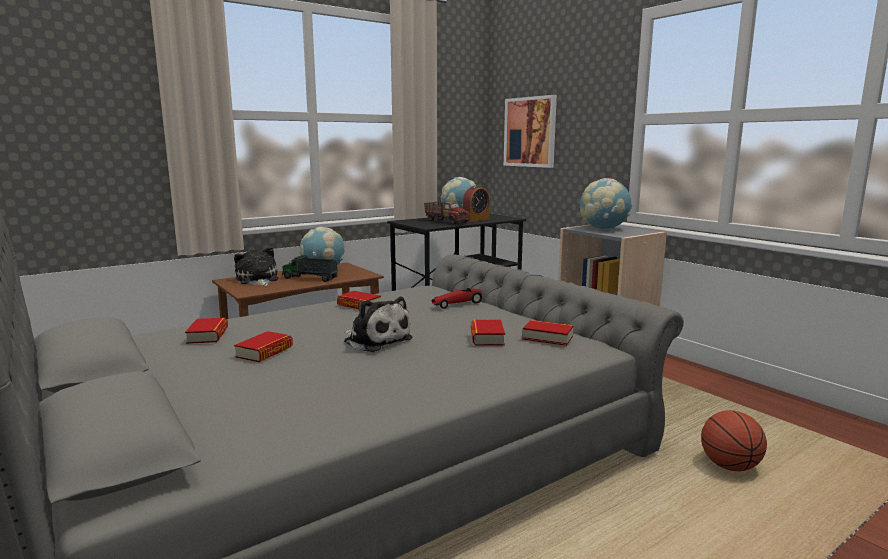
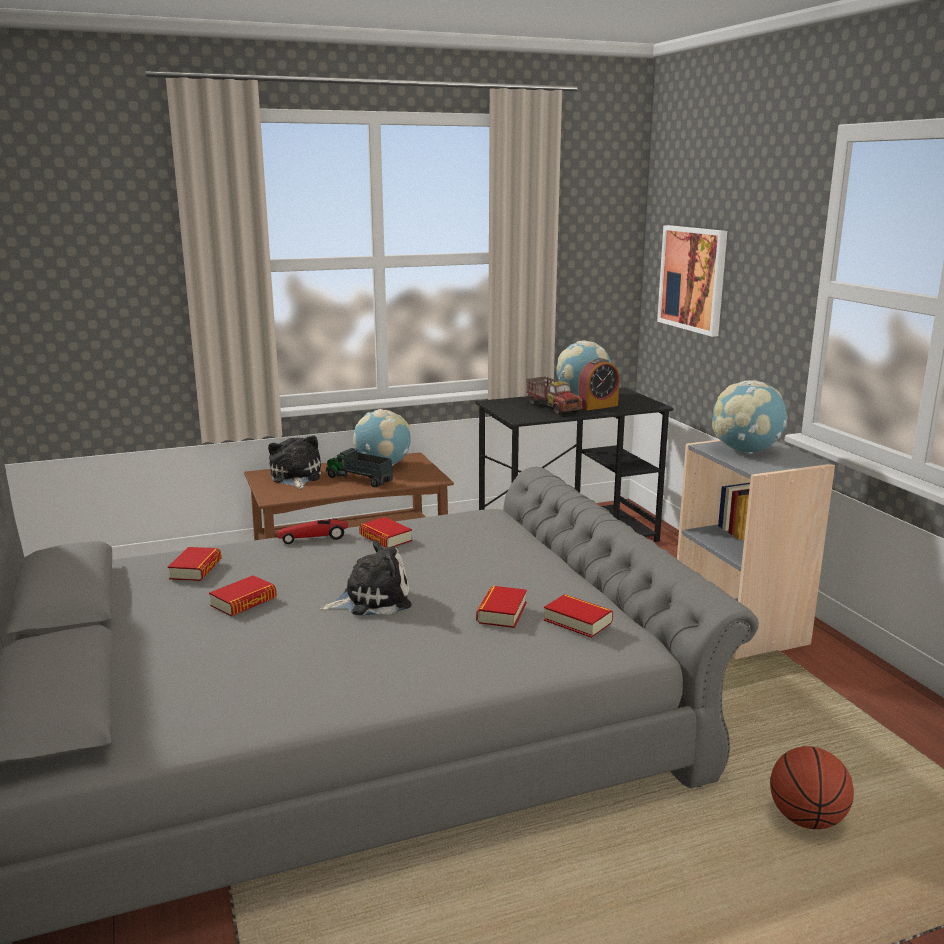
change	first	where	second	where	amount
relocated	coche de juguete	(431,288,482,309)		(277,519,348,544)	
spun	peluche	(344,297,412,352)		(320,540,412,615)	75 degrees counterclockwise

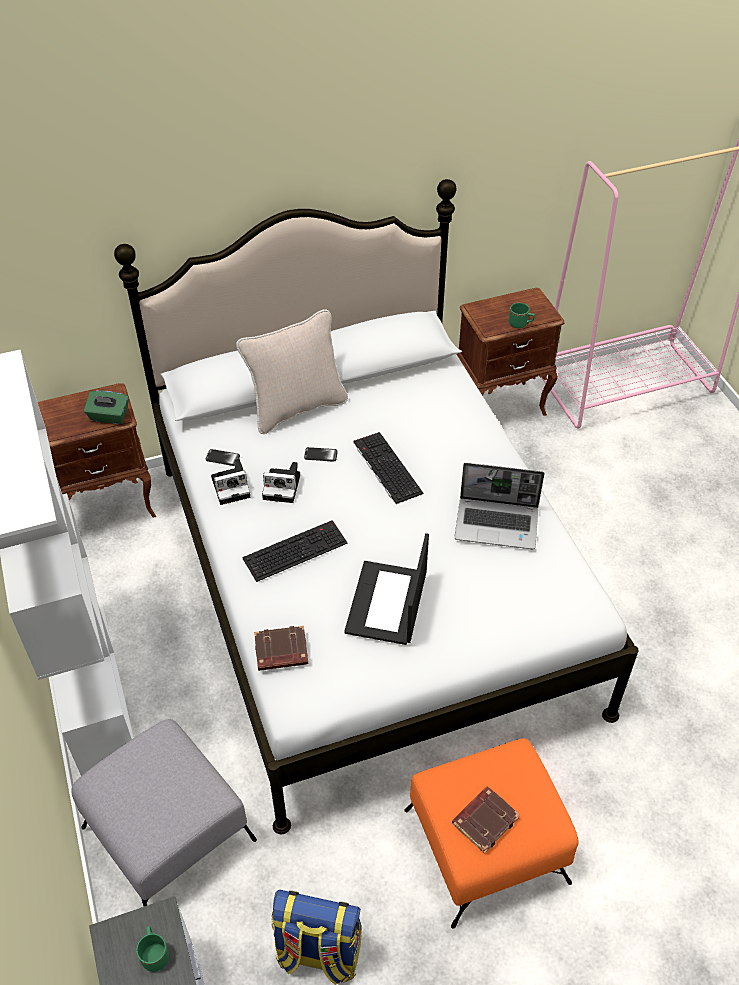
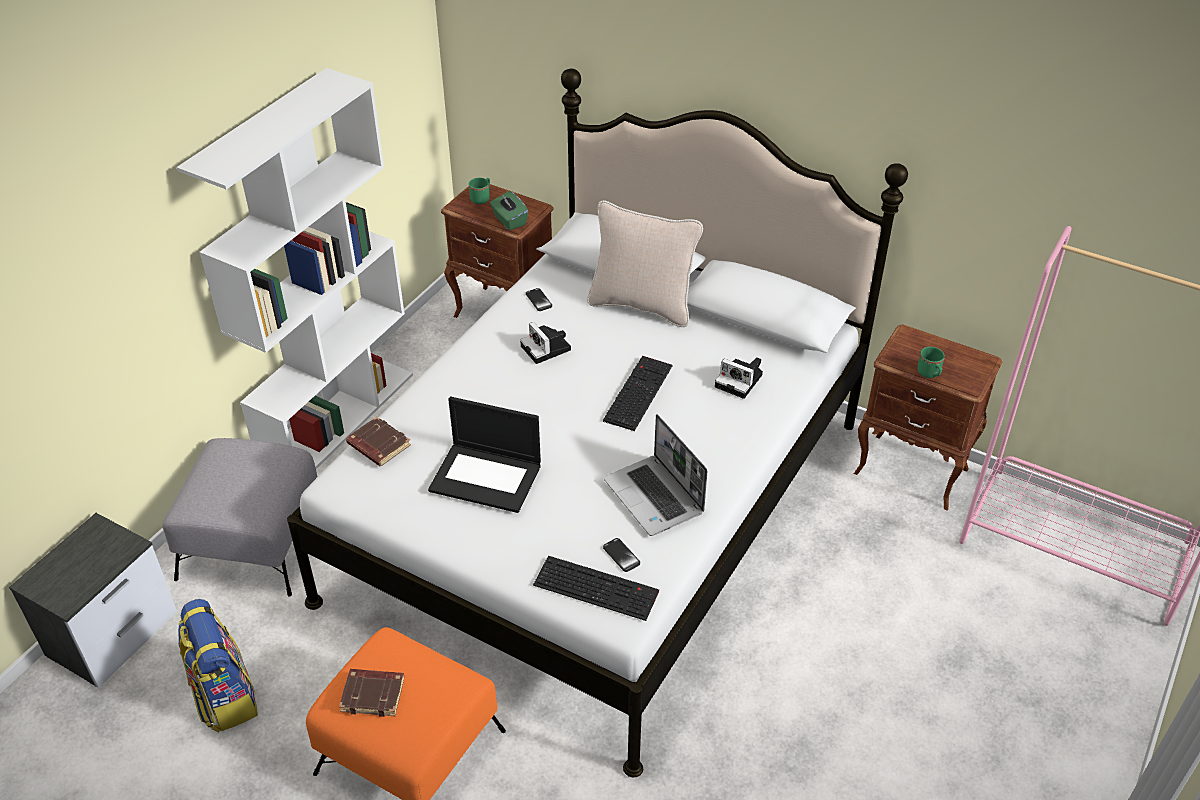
change	first	where	second	where	amount
relocated	taza grande (verde)	(136,926,169,972)		(469,178,490,204)	
relocated	cámara	(211,459,250,505)		(715,357,763,399)	
relocated	teclado	(243,520,347,582)		(533,556,659,621)	
relocated	móvil	(304,447,338,462)		(603,538,640,572)	
spun	portátil	(344,533,429,645)		(428,396,541,513)	135 degrees counterclockwise

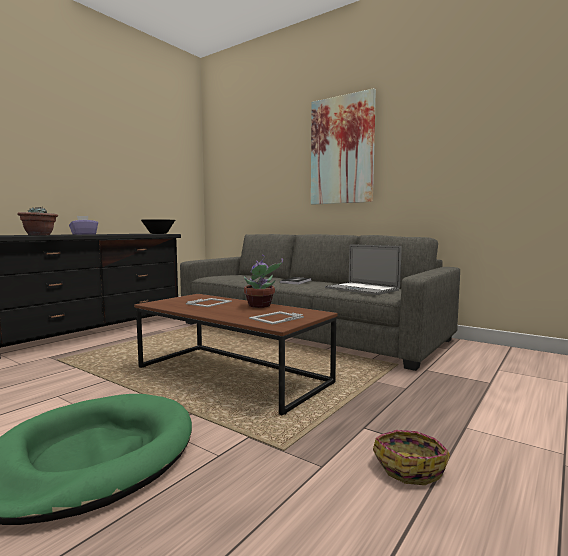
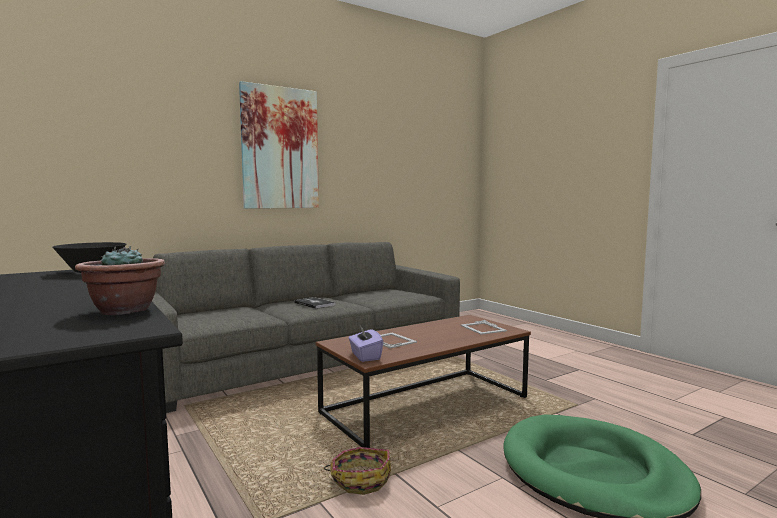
change	first	where	second	where	amount
missing	planta en maceta	(244,255,283,308)			
missing	portátil	(325,244,401,295)			
relocated	caja de pañuelos (morado)	(69,216,98,235)		(348,324,383,362)	
relocated	cesta	(373,430,450,485)		(324,447,391,495)	

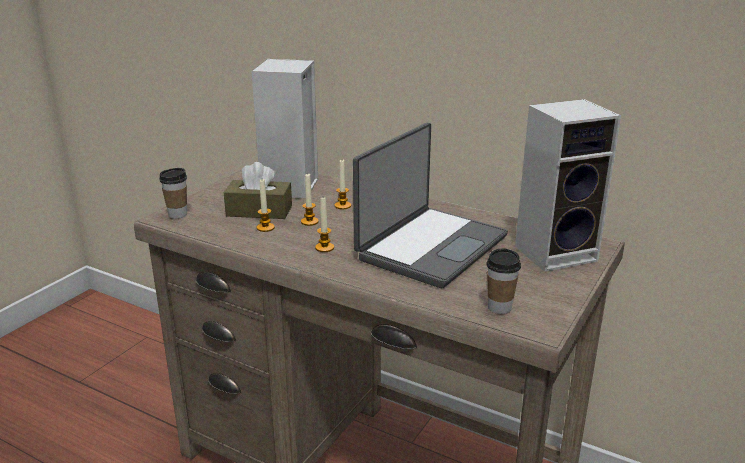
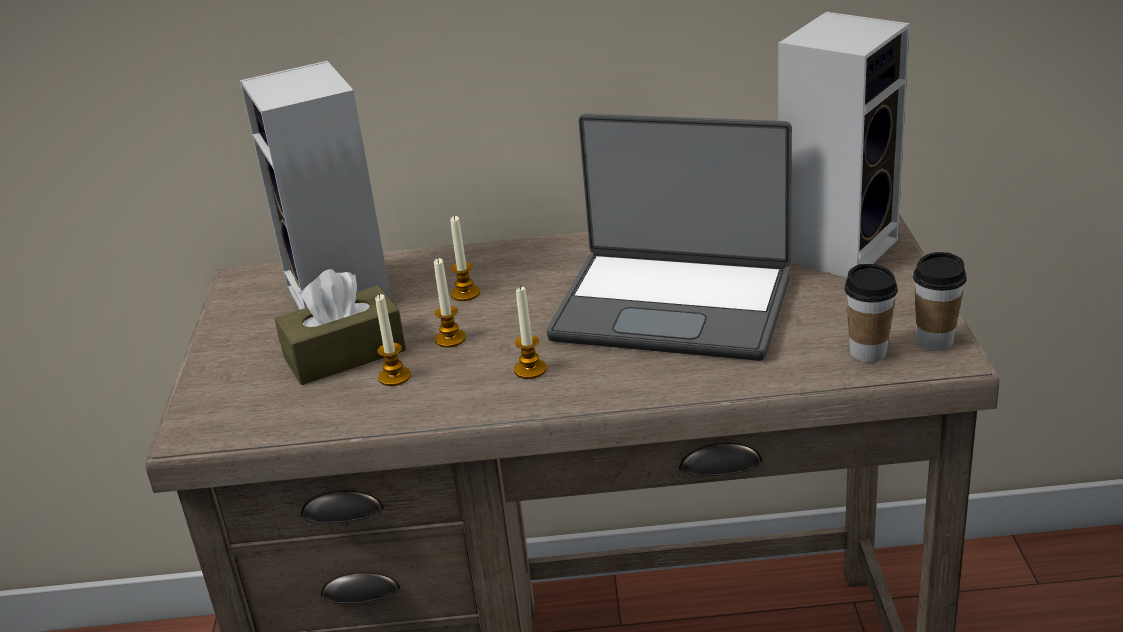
change	first	where	second	where	amount
relocated	taza	(159,168,187,219)		(913,252,967,351)	
spun	portátil	(353,122,508,288)		(546,113,792,361)	105 degrees clockwise

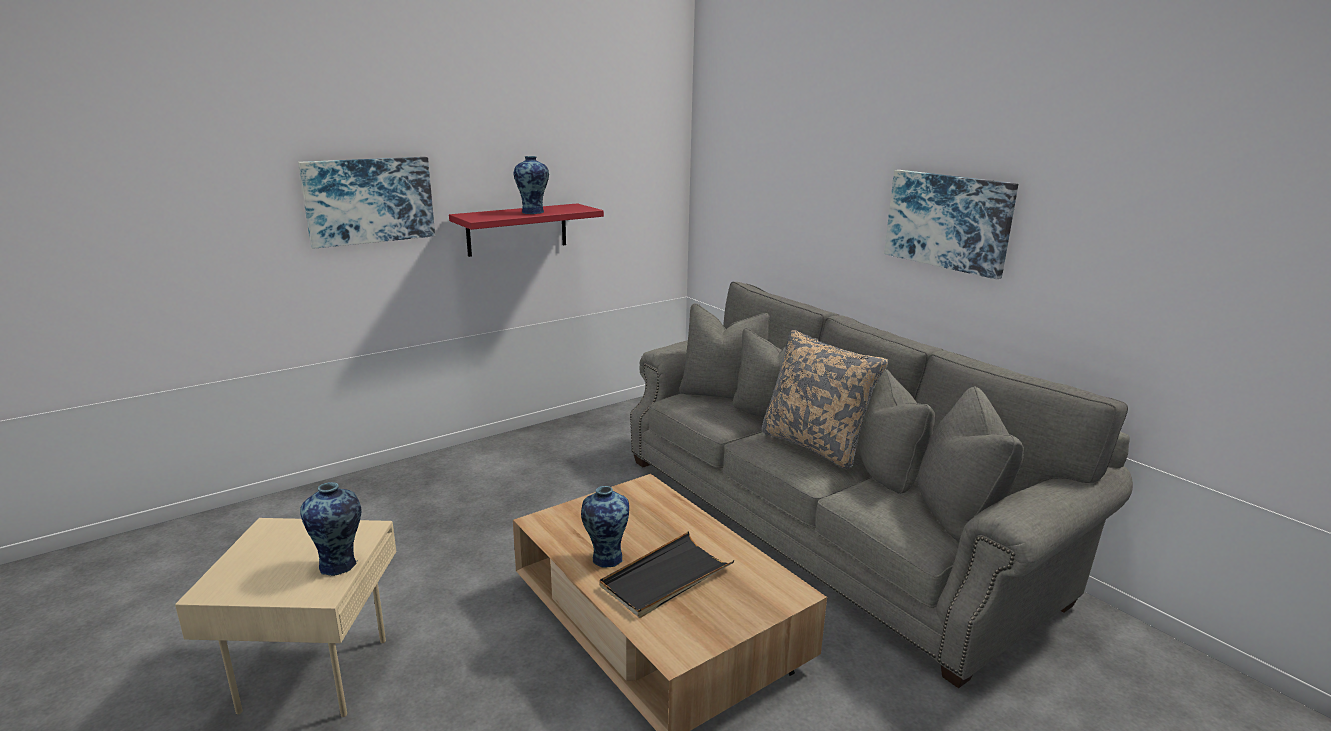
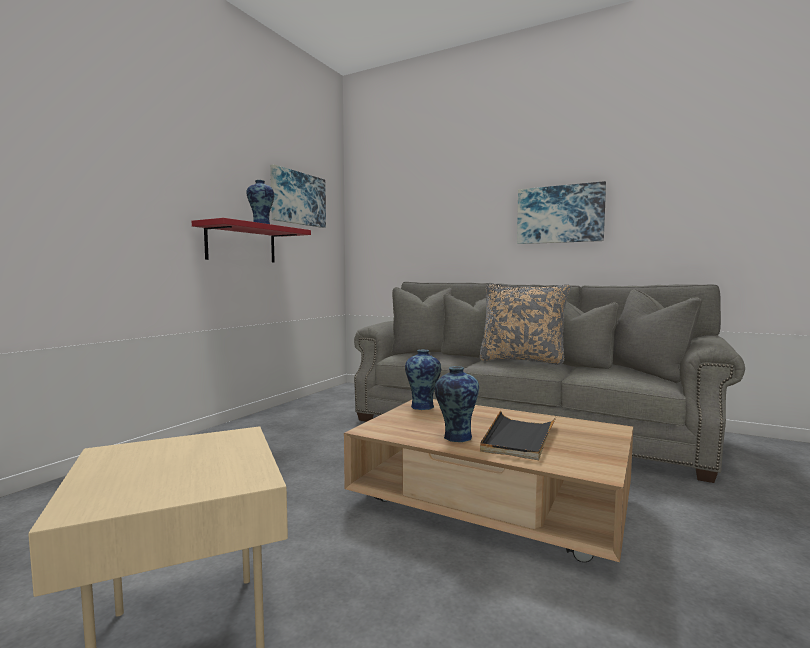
change	first	where	second	where	amount
relocated	cuadro	(298,157,435,249)		(270,164,326,228)	
relocated	florero	(300,482,361,577)		(405,350,441,410)	

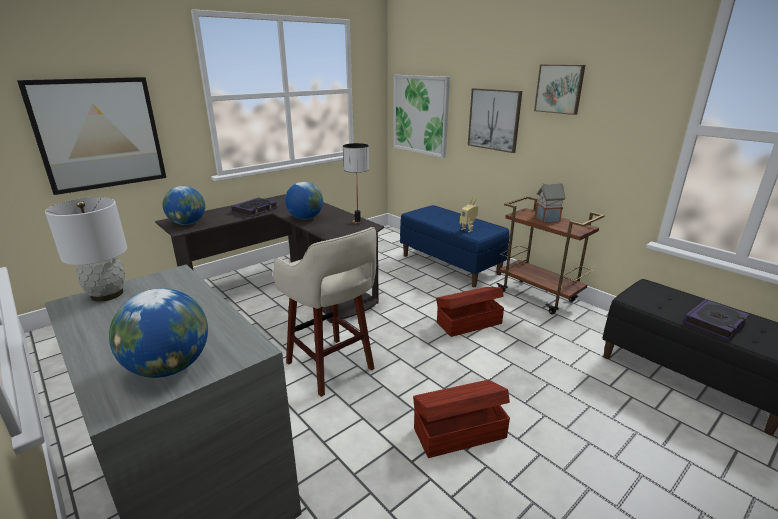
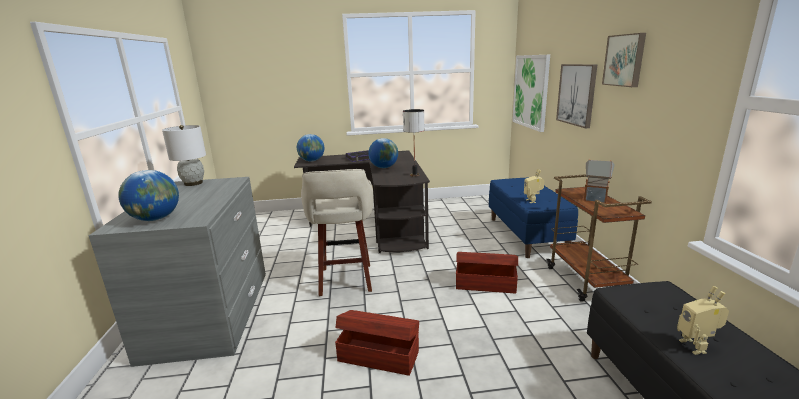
change	first	where	second	where	amount
missing	cuadro	(17,77,166,195)			
exchanged	libro	(684,299,750,340)	robot de juguete	(677,286,729,355)	

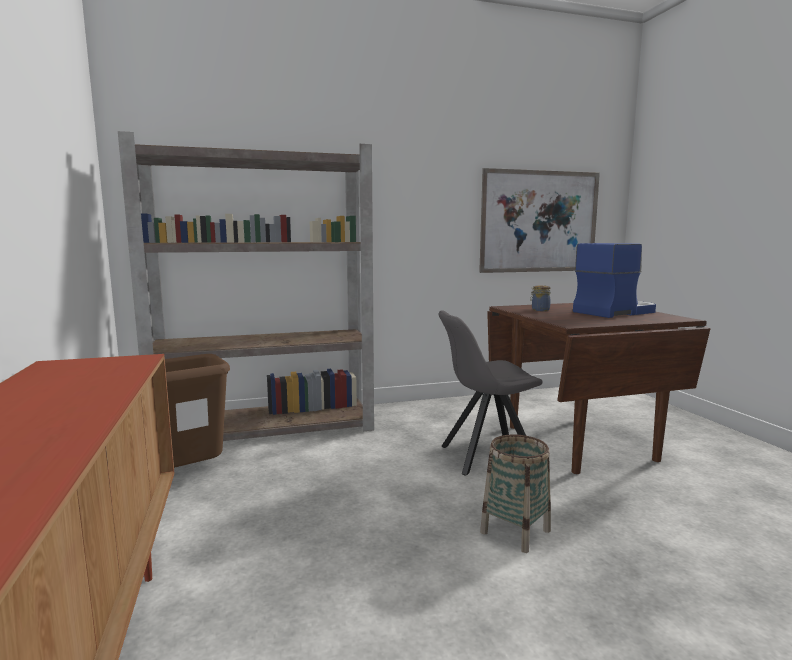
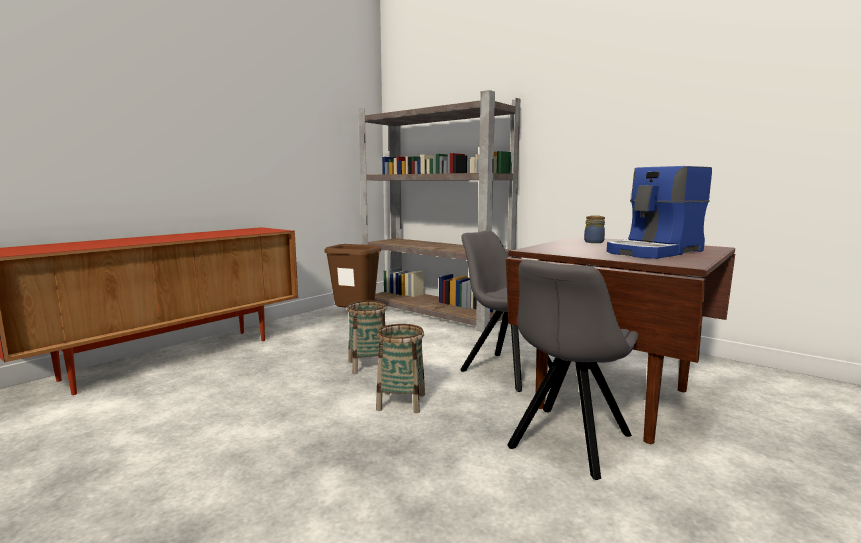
change	first	where	second	where	amount
missing	cuadro	(479,168,600,273)			
appeared			cesta	(347,301,387,374)	
appeared			silla (gris)	(507,260,639,480)	
spun	cafetera	(573,243,656,318)		(607,166,712,259)	120 degrees clockwise

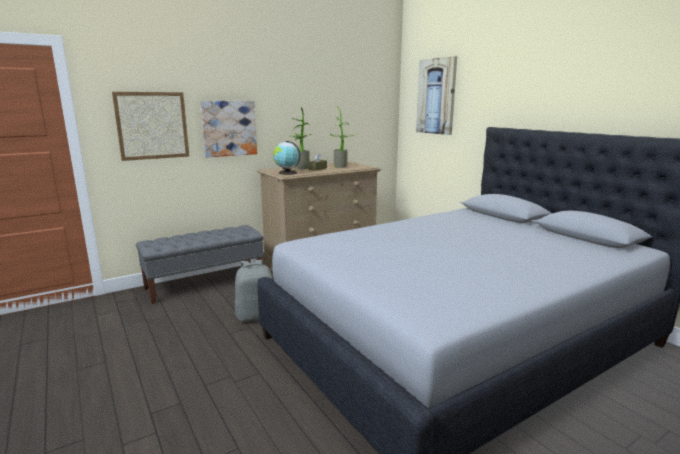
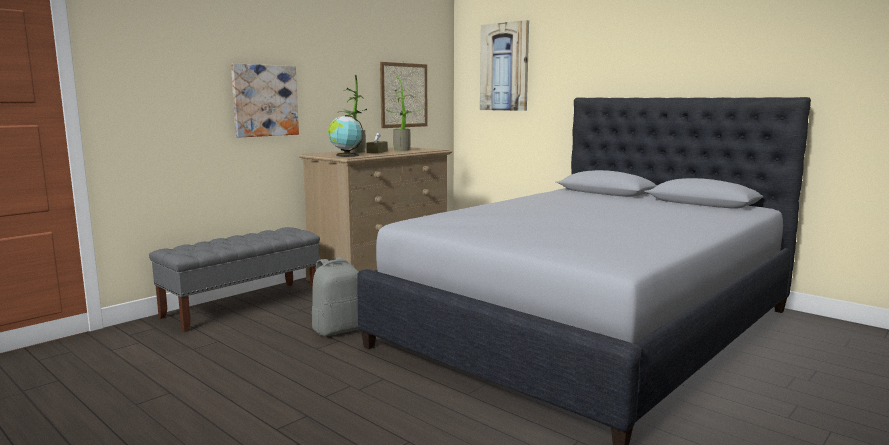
change	first	where	second	where	amount
relocated	cuadro	(112,92,189,161)		(380,62,428,128)	

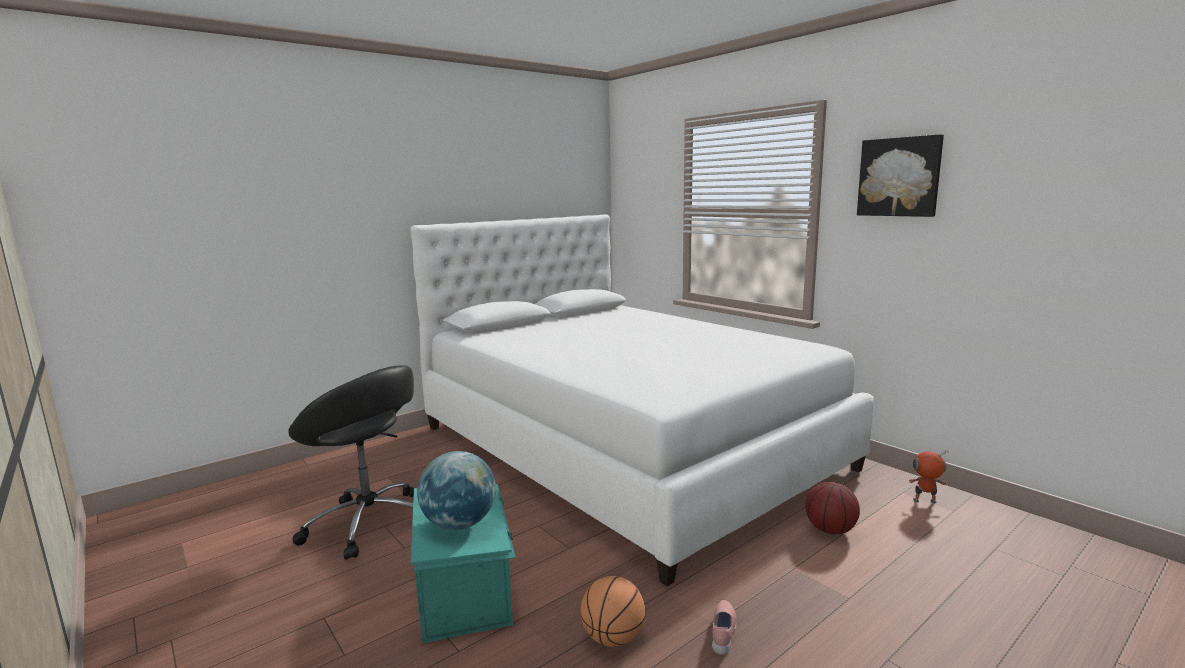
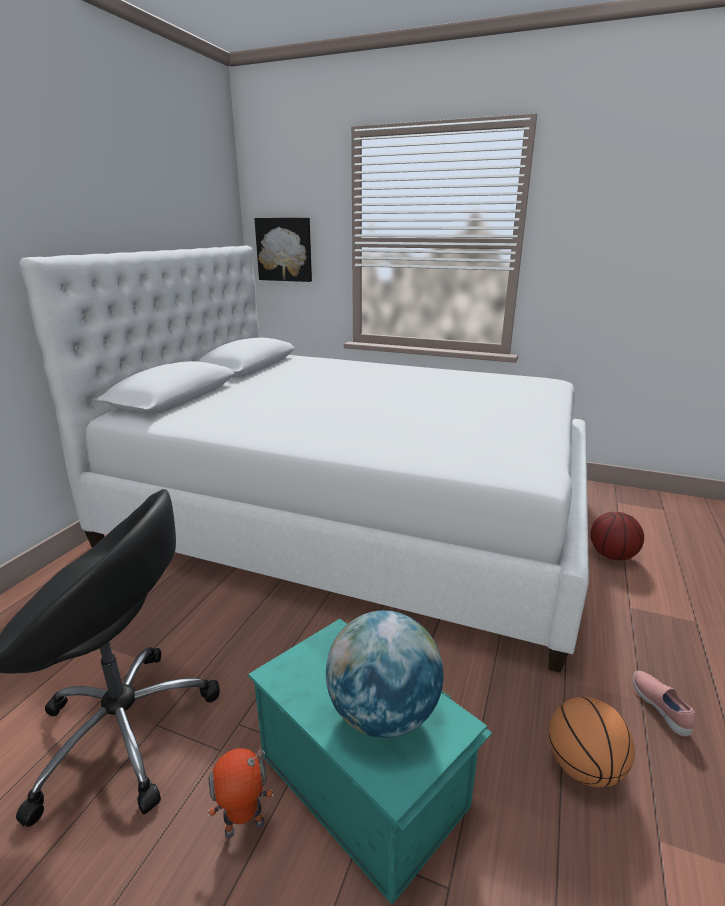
change	first	where	second	where	amount
relocated	cuadro	(857,134,944,217)		(254,218,312,282)	
relocated	robot de juguete	(909,451,948,503)		(208,748,274,838)	

